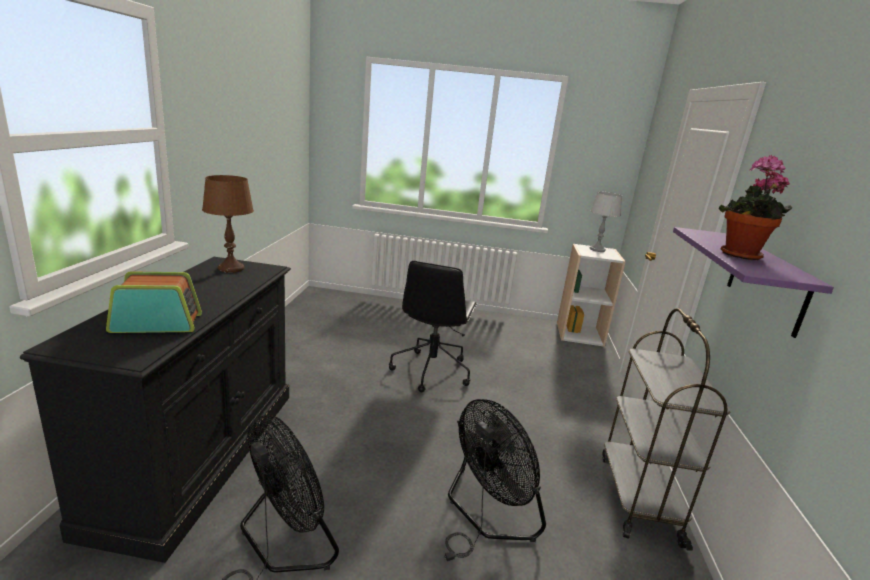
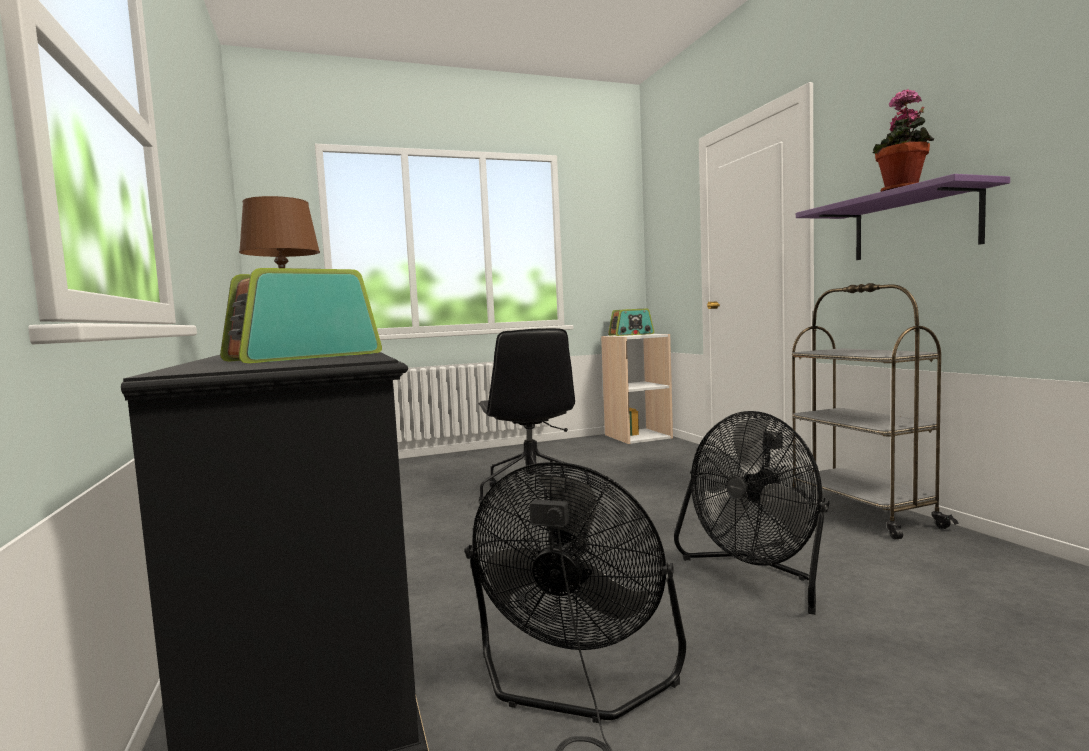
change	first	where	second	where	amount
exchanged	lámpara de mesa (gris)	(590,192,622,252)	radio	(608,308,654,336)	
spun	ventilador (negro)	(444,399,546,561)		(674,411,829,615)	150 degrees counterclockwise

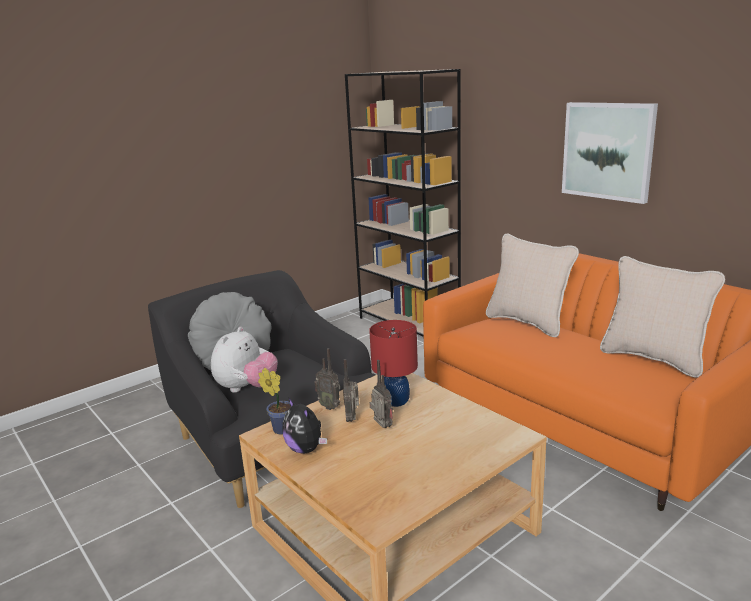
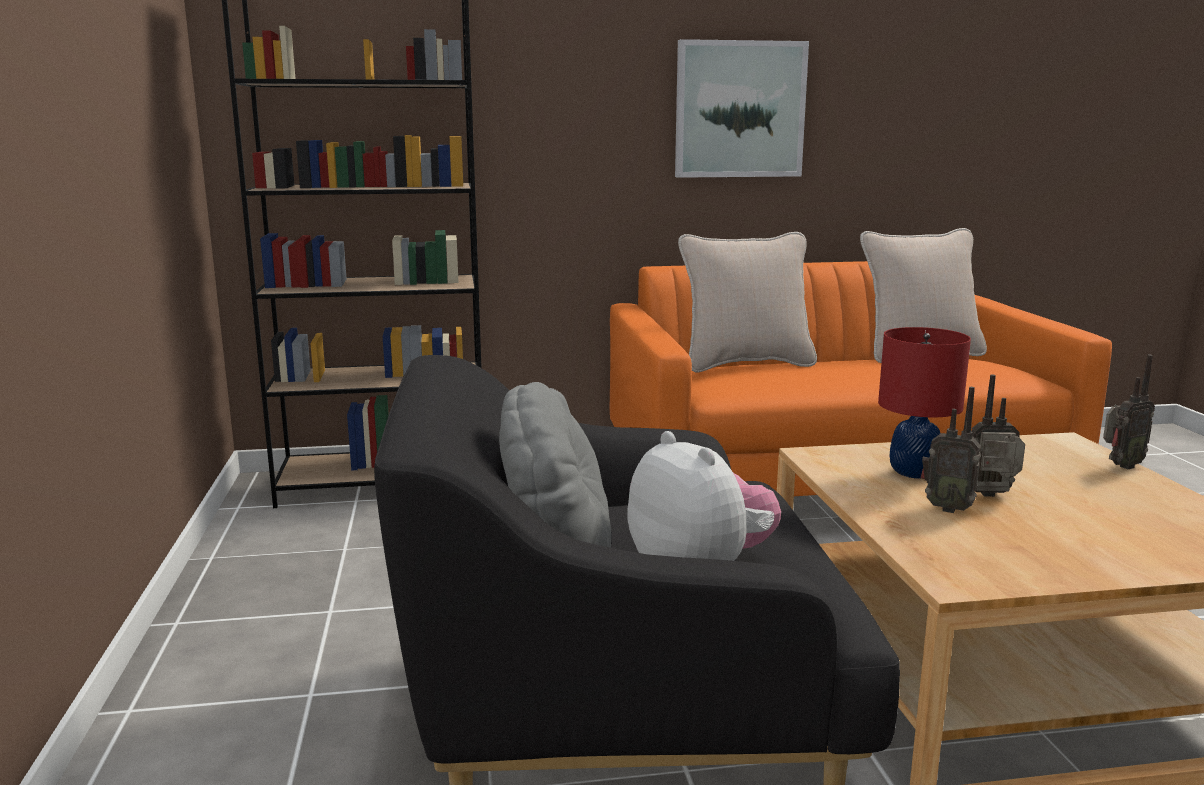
change	first	where	second	where	amount
missing	planta en maceta	(258,368,291,434)			
missing	peluche	(282,397,327,454)			
relocated	radio	(314,348,340,410)		(1103,355,1155,469)	

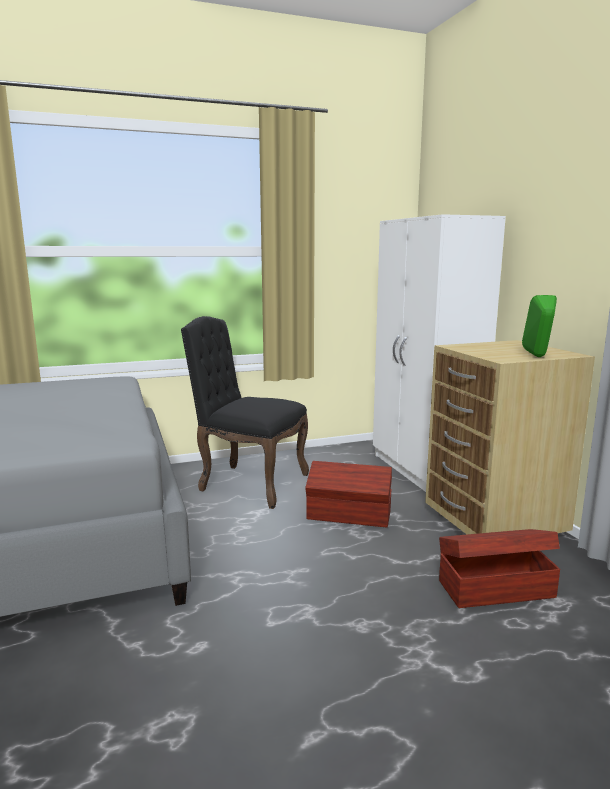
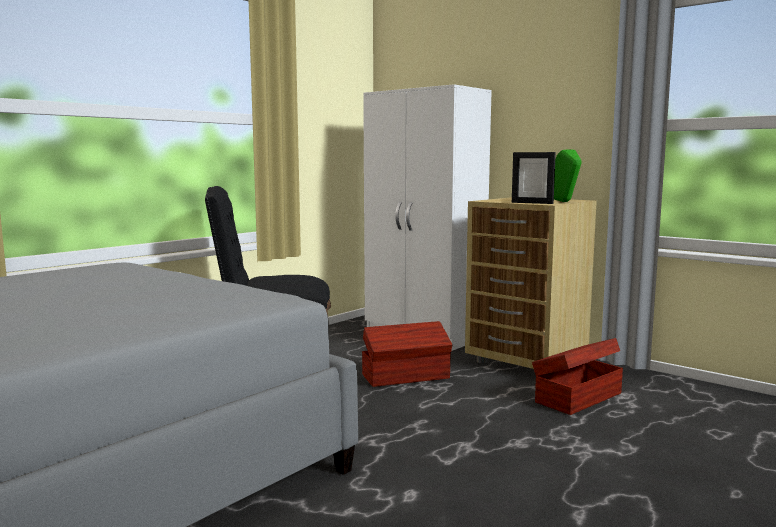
change	first	where	second	where	amount
appeared			portarretratos	(512,152,556,204)	

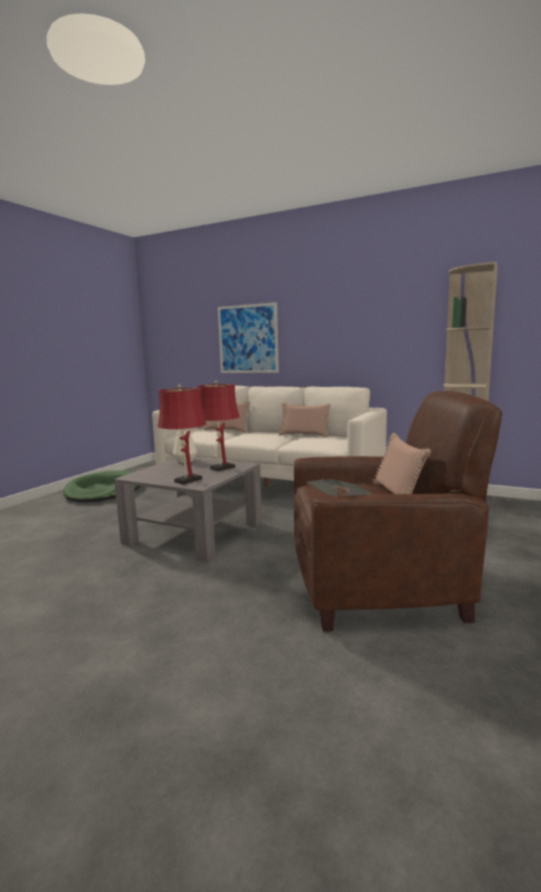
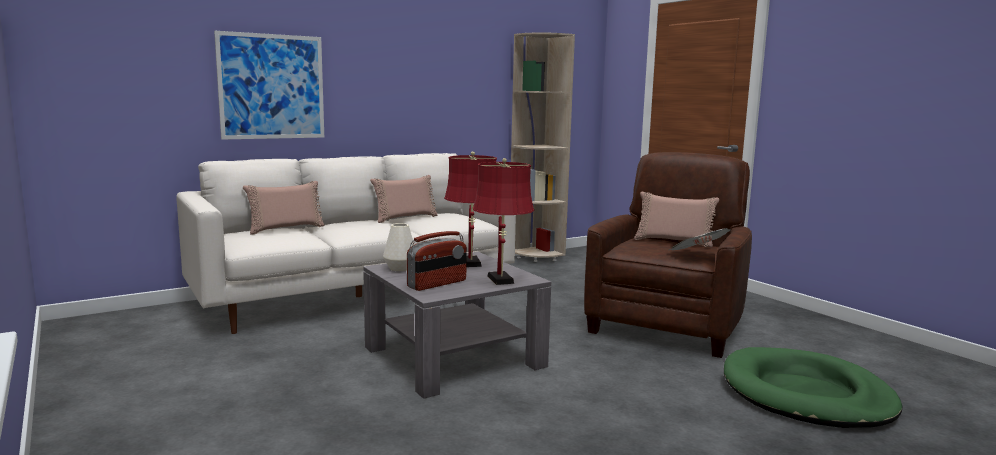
change	first	where	second	where	amount
appeared			radio	(407,231,467,291)	
relocated	cama para perro (verde)	(63,470,141,502)		(724,347,902,428)	

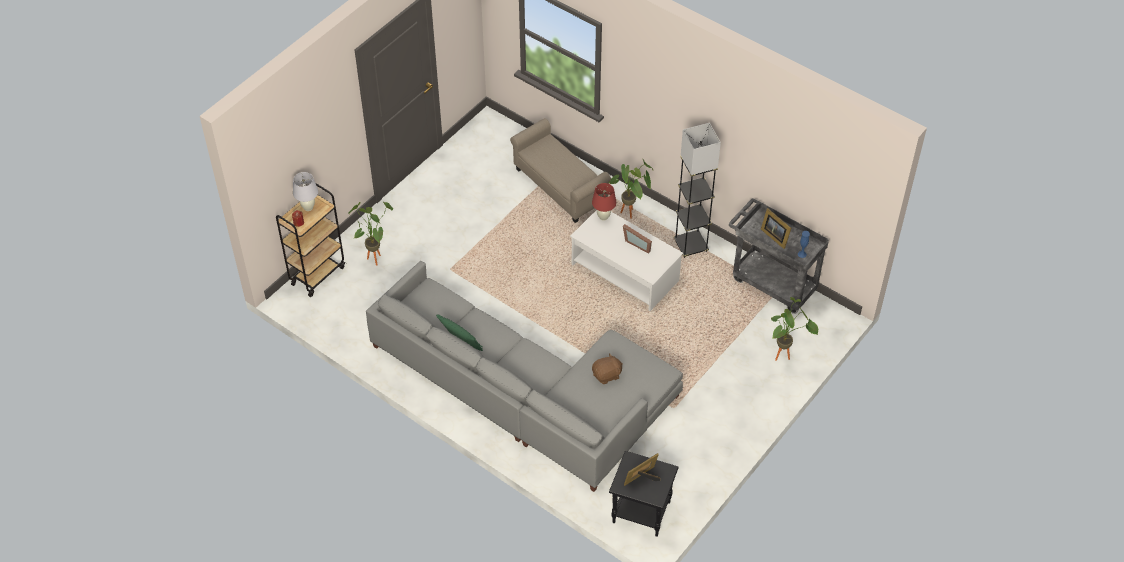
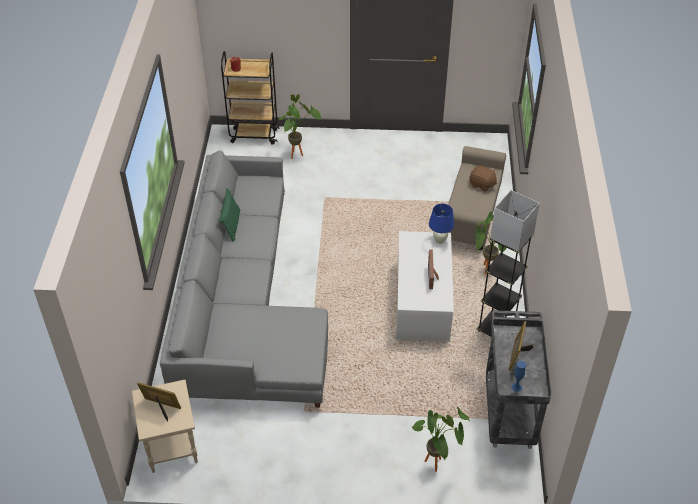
change	first	where	second	where	amount
missing	lámpara de mesa (blanco)	(293,172,318,211)			
relocated	peluche (marrón)	(592,353,623,384)		(469,165,497,192)	
colour	lámpara de mesa (rojo)	(592,183,616,221)	lámpara de mesa (azul)	(429,204,454,244)	
colour	mesa auxiliar (negro)	(609,451,679,537)	mesa auxiliar (beis)	(132,380,198,473)	

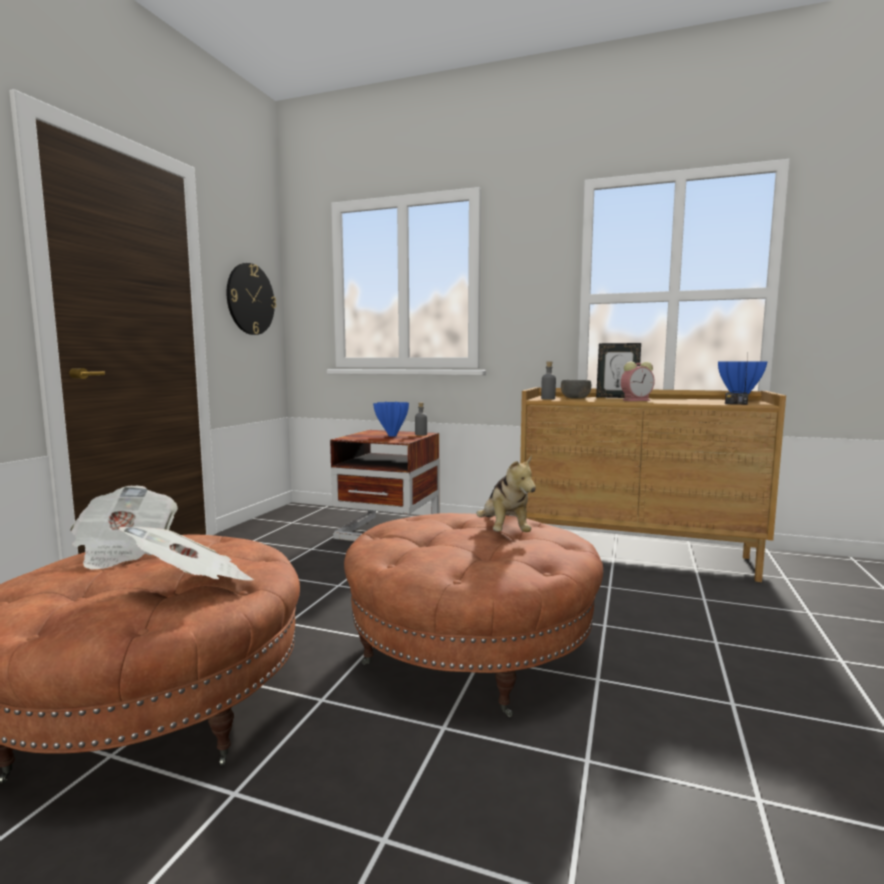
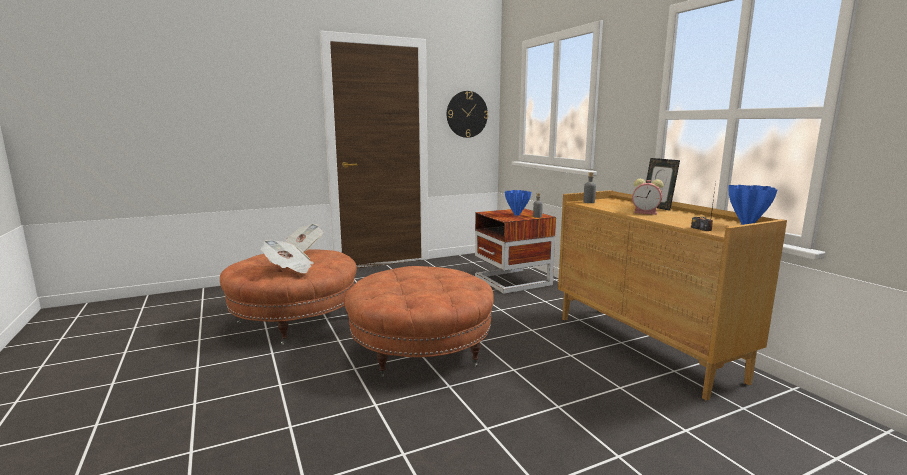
change	first	where	second	where	amount
missing	peluche	(476,455,536,532)			
missing	cuenco (gris)	(561,380,591,399)			

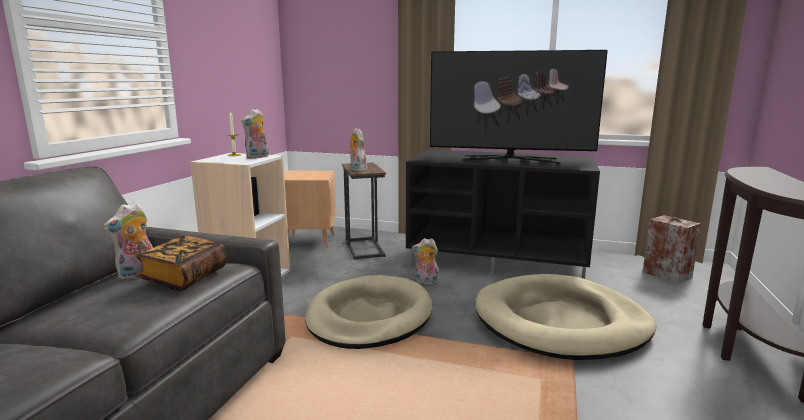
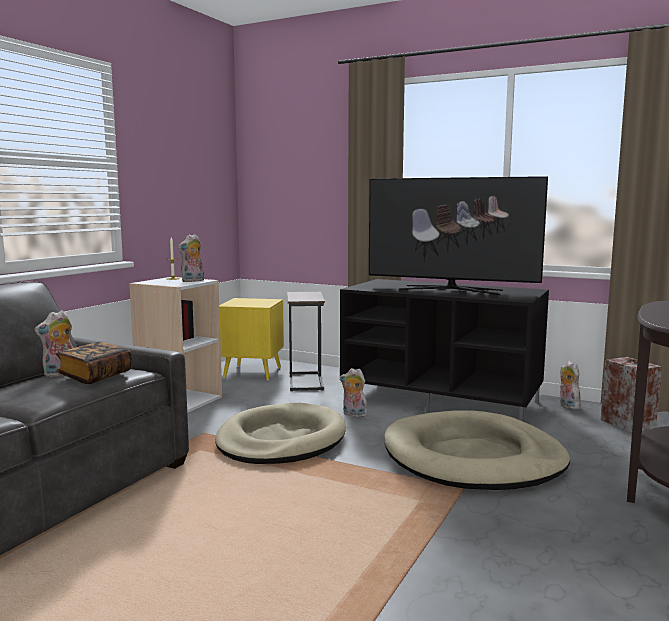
change	first	where	second	where	amount
relocated	peluche	(348,128,368,171)		(560,361,581,409)	
colour	mesa auxiliar (marrón)	(284,170,336,249)	mesa auxiliar (amarillo)	(219,298,284,380)	

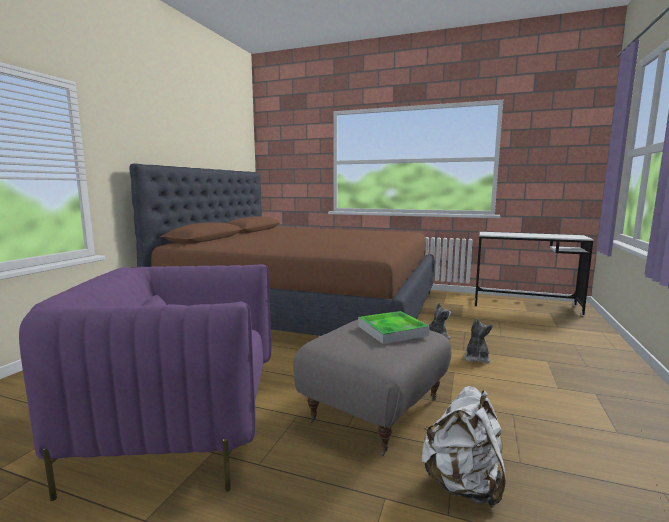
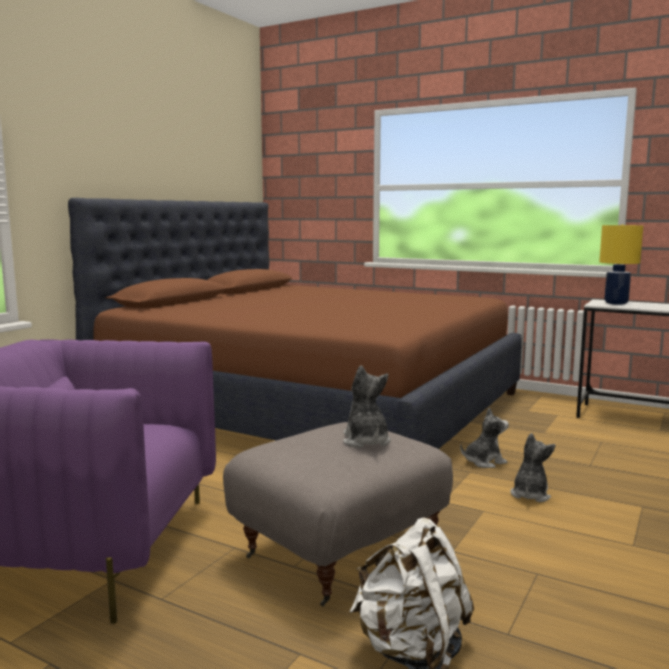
change	first	where	second	where	amount
appeared			lámpara de mesa (amarillo)	(599,224,643,305)	
exchanged	bandeja	(358,311,430,344)	peluche	(343,365,391,448)	

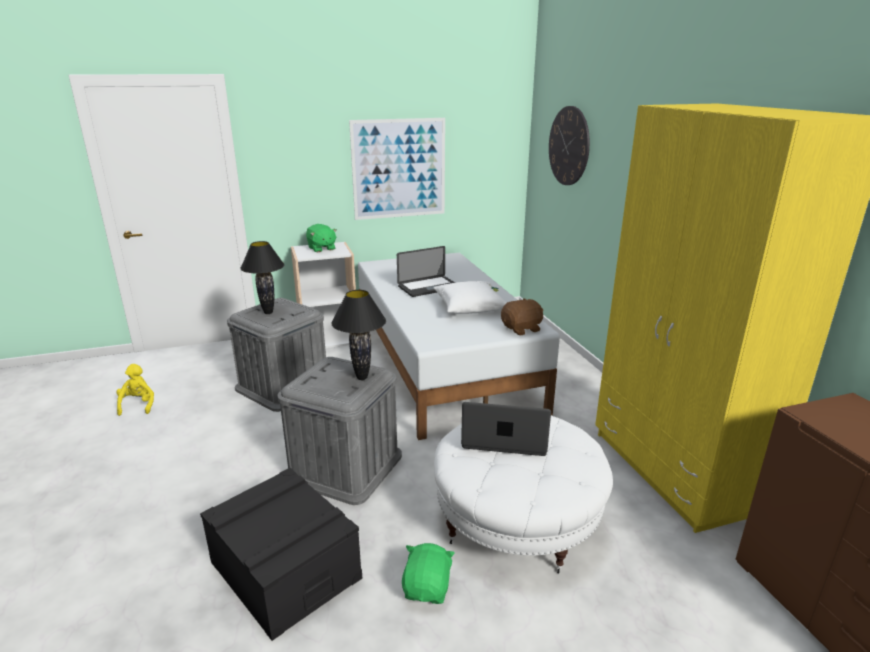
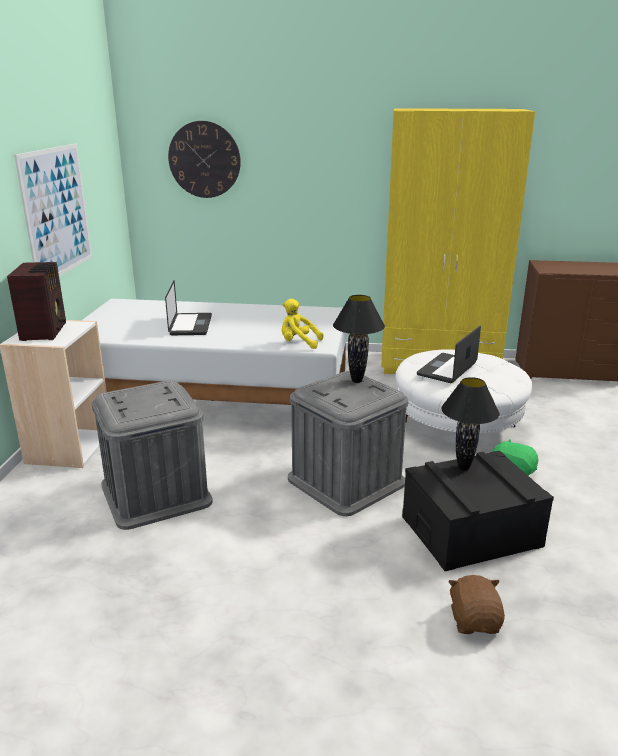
change	first	where	second	where	amount
missing	cojín (blanco)	(433,281,507,314)			
relocated	peluche (amarillo)	(116,364,154,416)		(281,299,323,349)	
relocated	lámpara de mesa (negro)	(240,241,284,314)		(441,377,499,471)	
relocated	peluche (marrón)	(501,298,544,336)		(448,575,505,634)	
exchanged	peluche (verde)	(306,224,337,252)	radio	(7,262,66,341)	

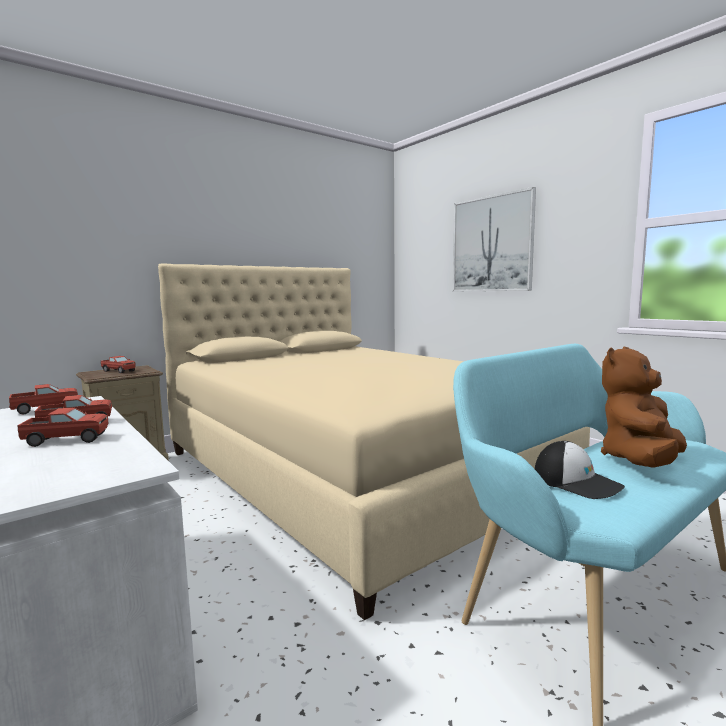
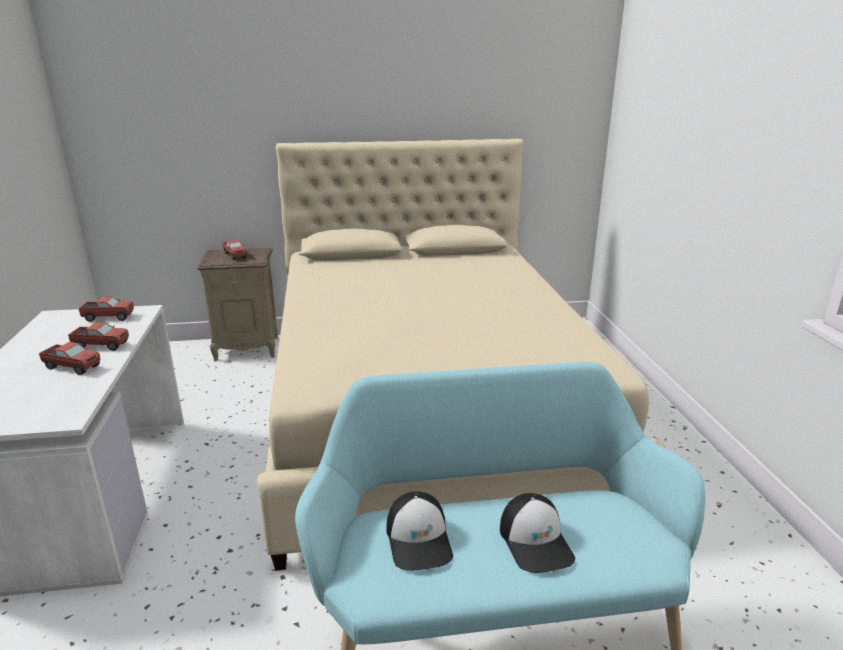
change	first	where	second	where	amount
missing	cuadro	(453,187,536,291)			
exchanged	peluche (marrón)	(601,347,687,468)	gorra	(500,493,575,573)	

